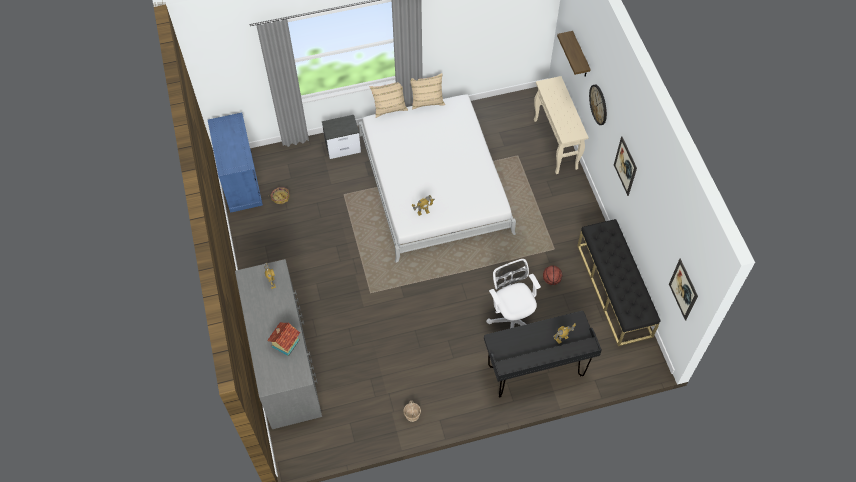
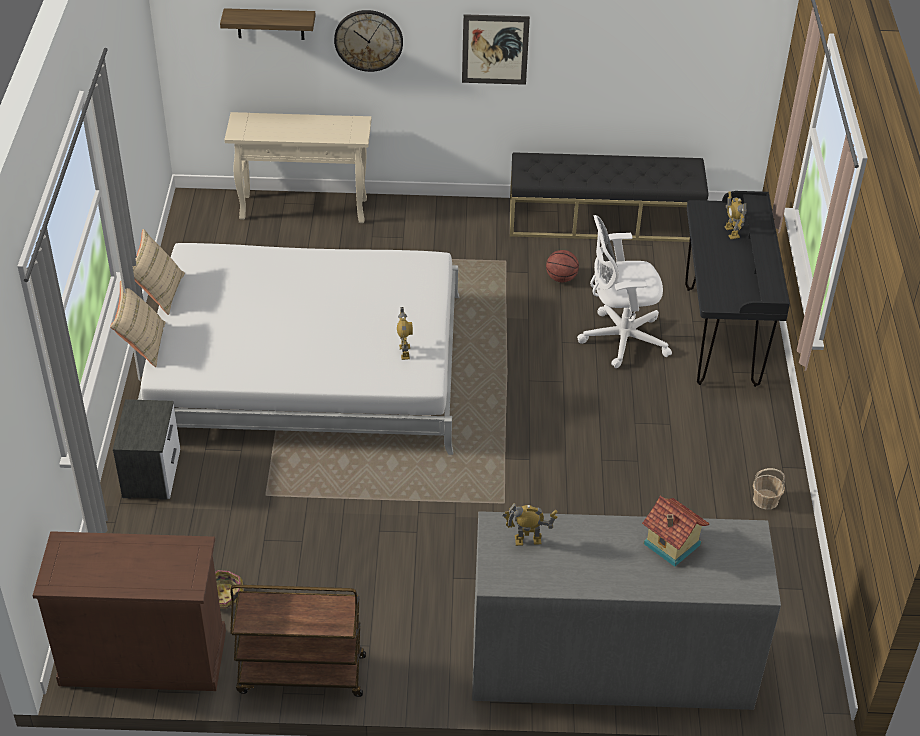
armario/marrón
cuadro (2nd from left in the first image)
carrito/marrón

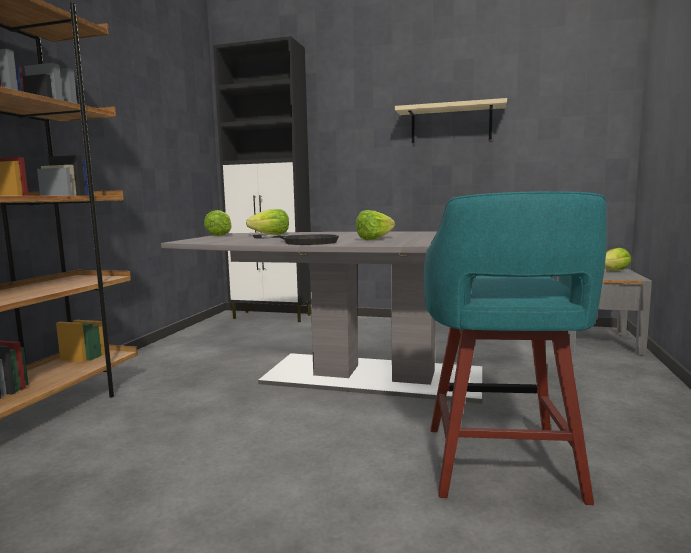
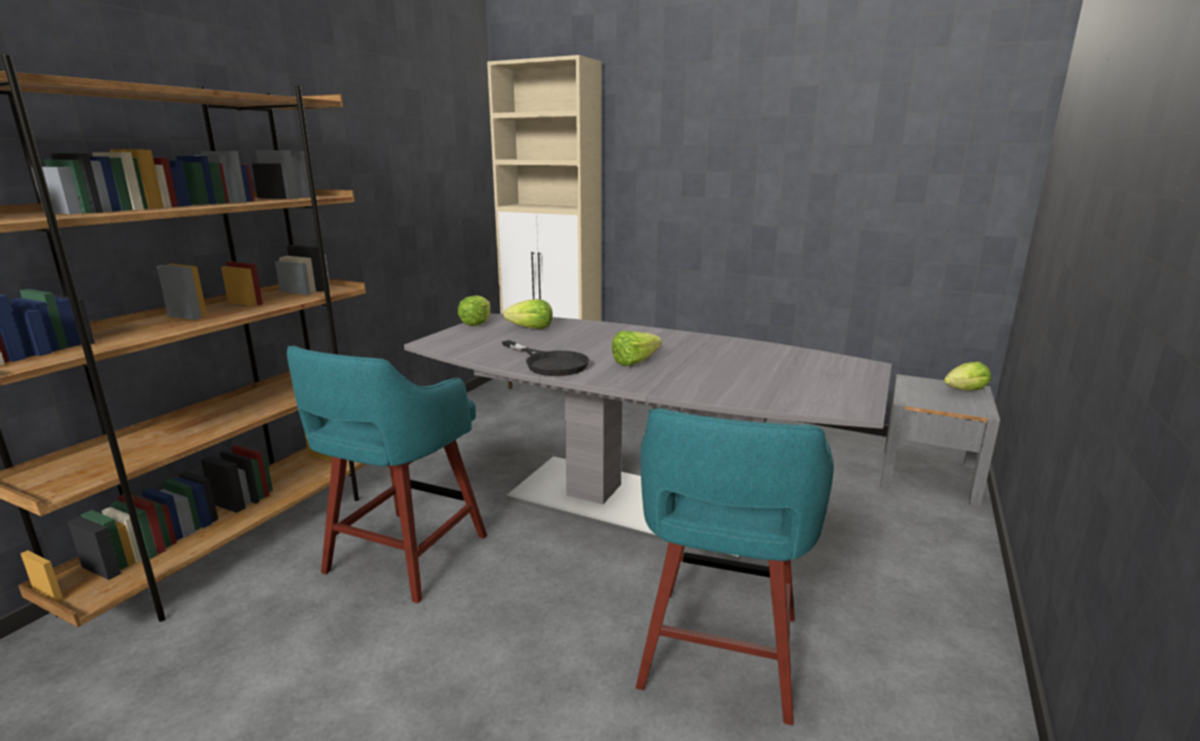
armario/beis
estante/beis
taburete/turquesa (1st from left)

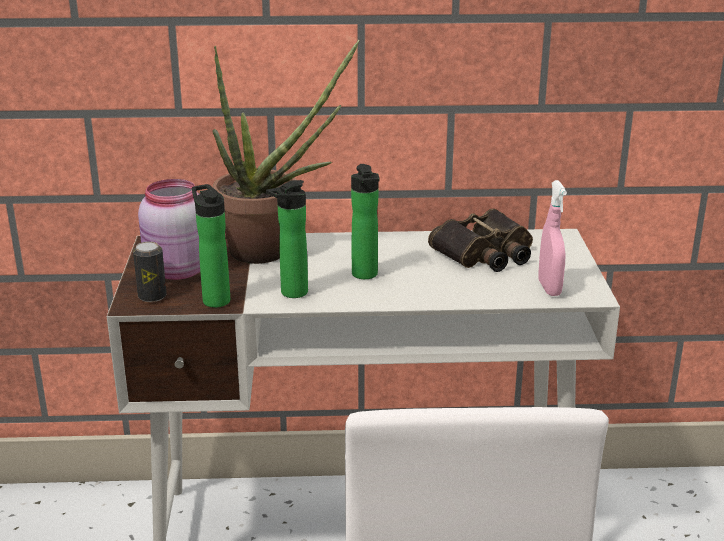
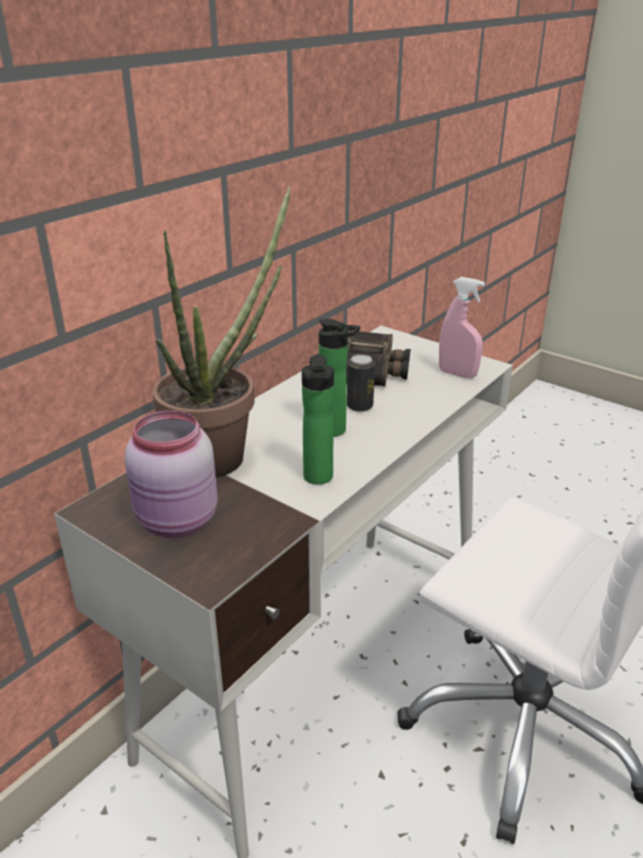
botella (1st from left in the first image)
lata

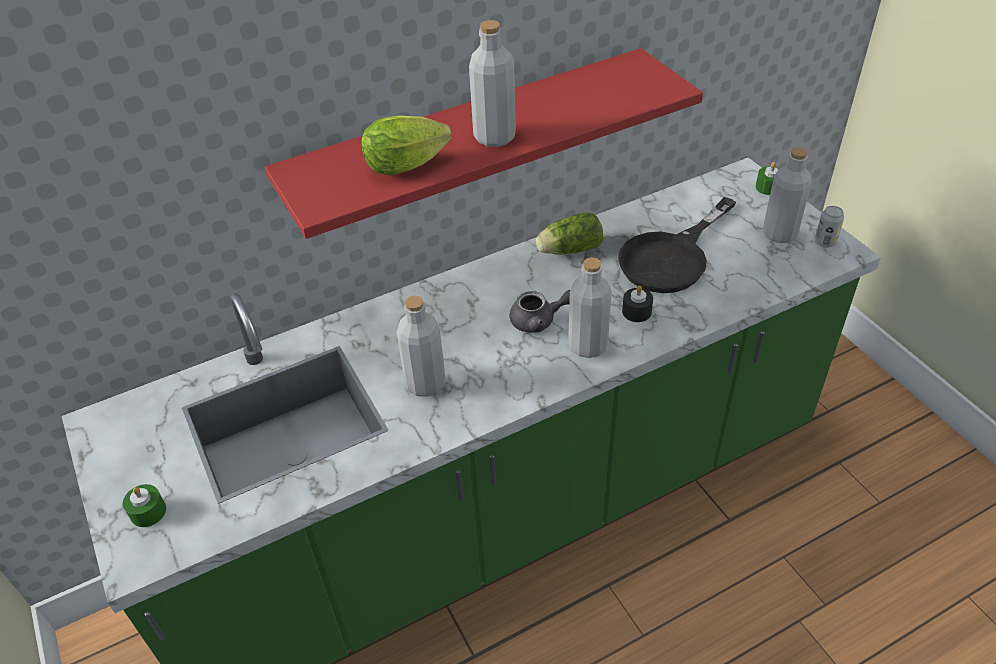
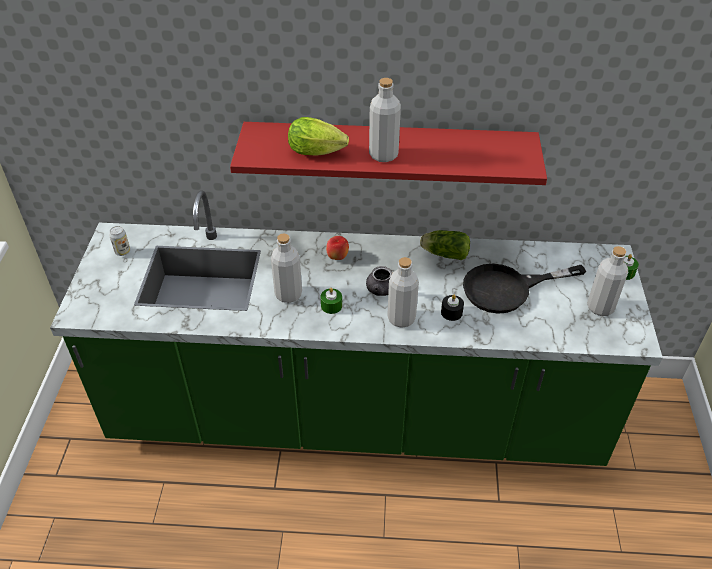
lata
vela/verde (1st from left)
manzana

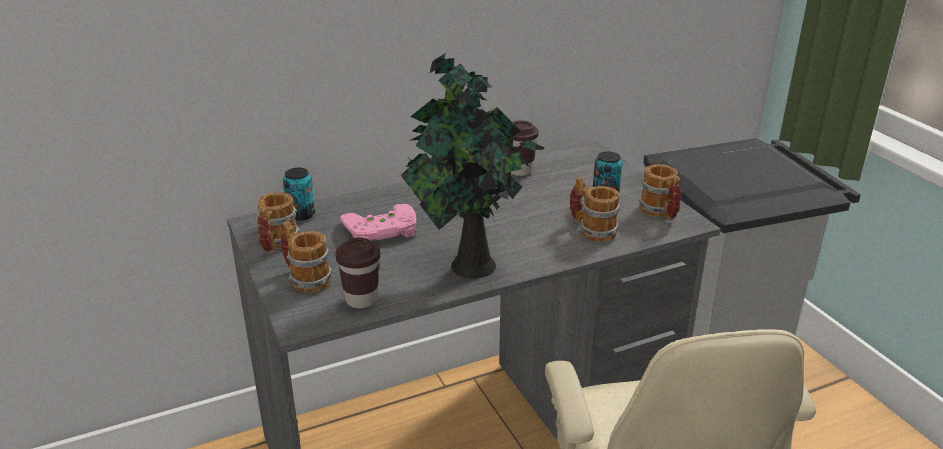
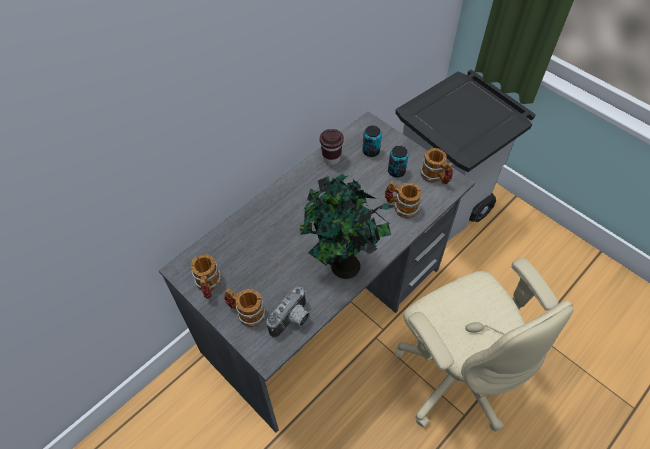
lata (1st from left)
mando de consola/rosa
cámara

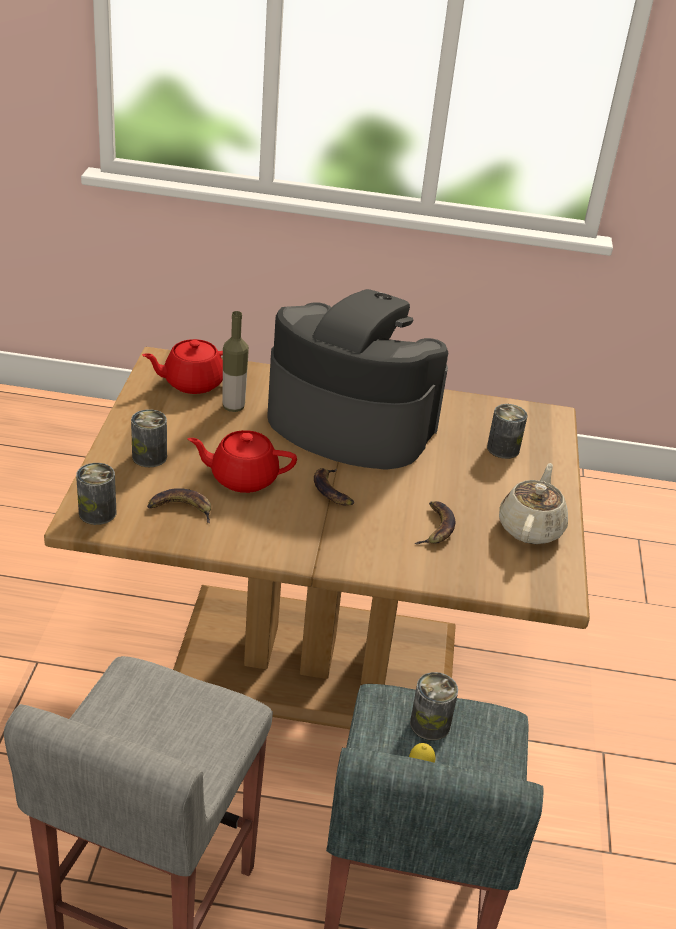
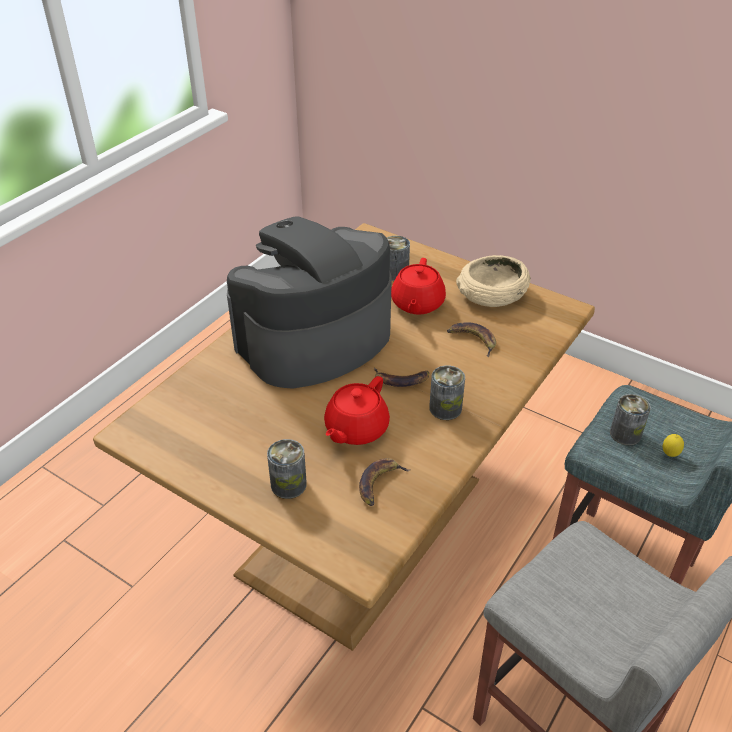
botella
tetera/rojo (2nd from left)
lata (3rd from left)
cuenco/beis

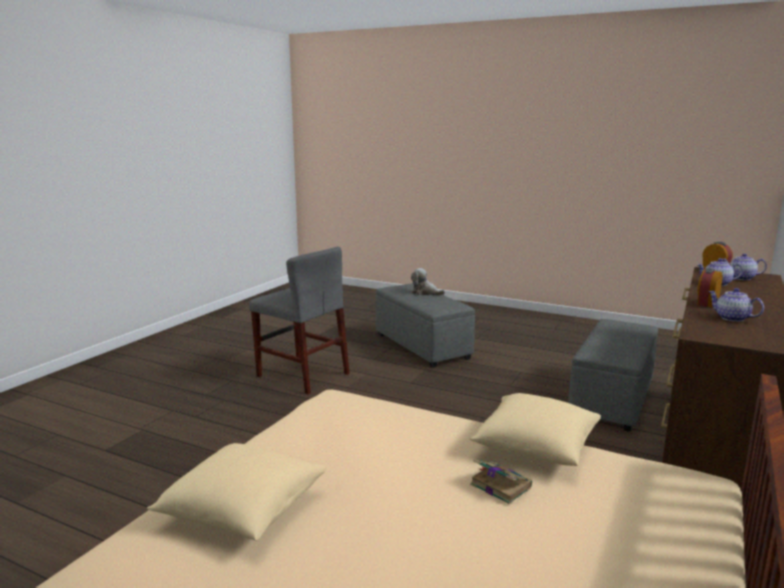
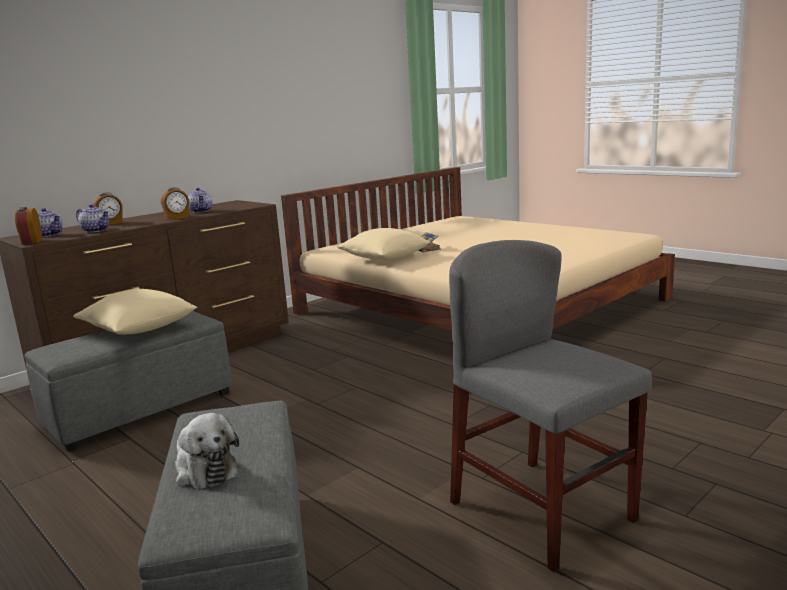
cojín/beis (1st from left)
despertador (2nd from left)

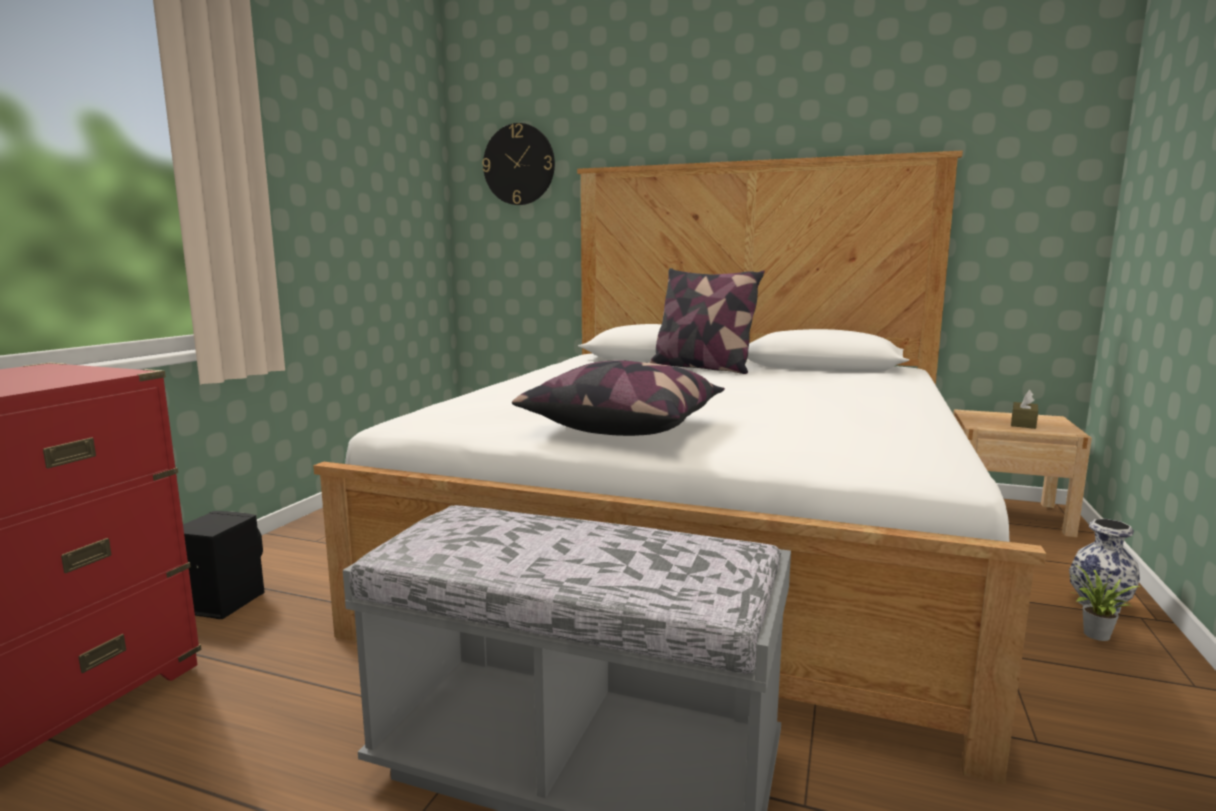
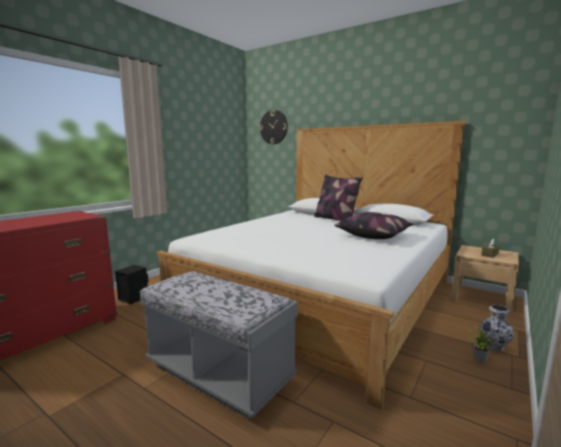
cojín (2nd from left)

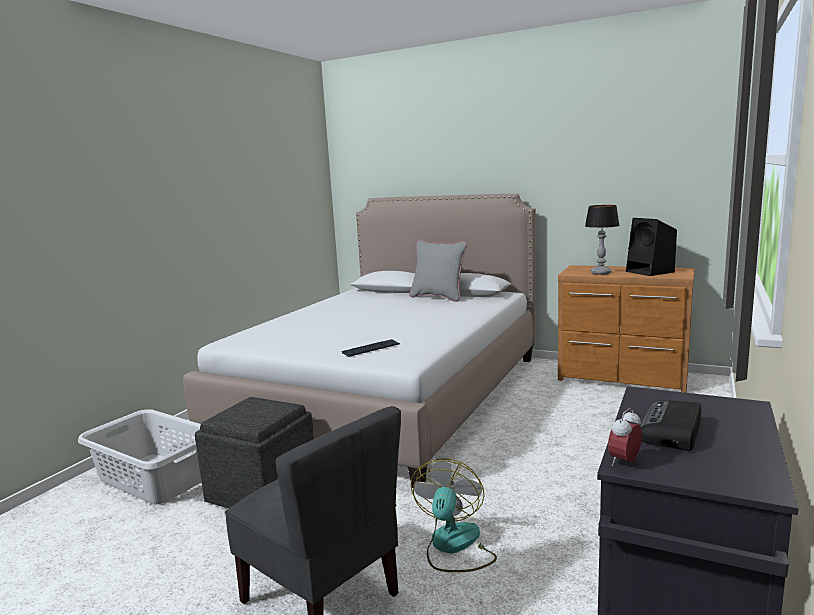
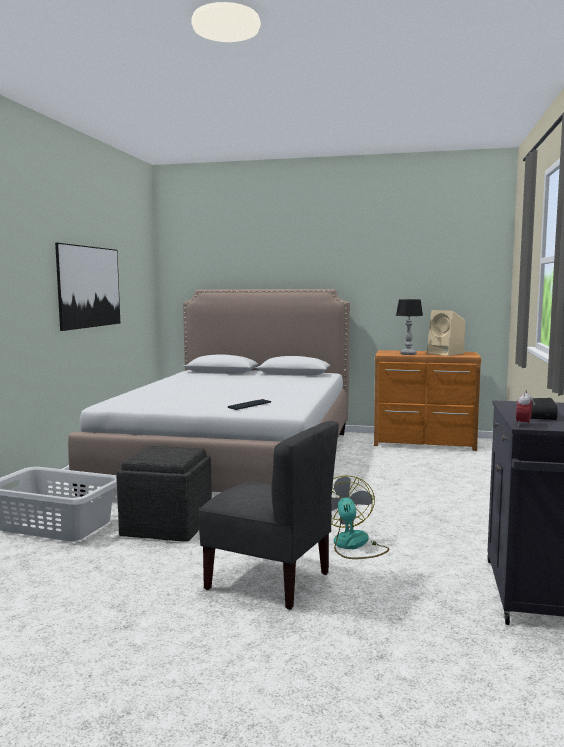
altavoz/beis
cojín/gris
cuadro

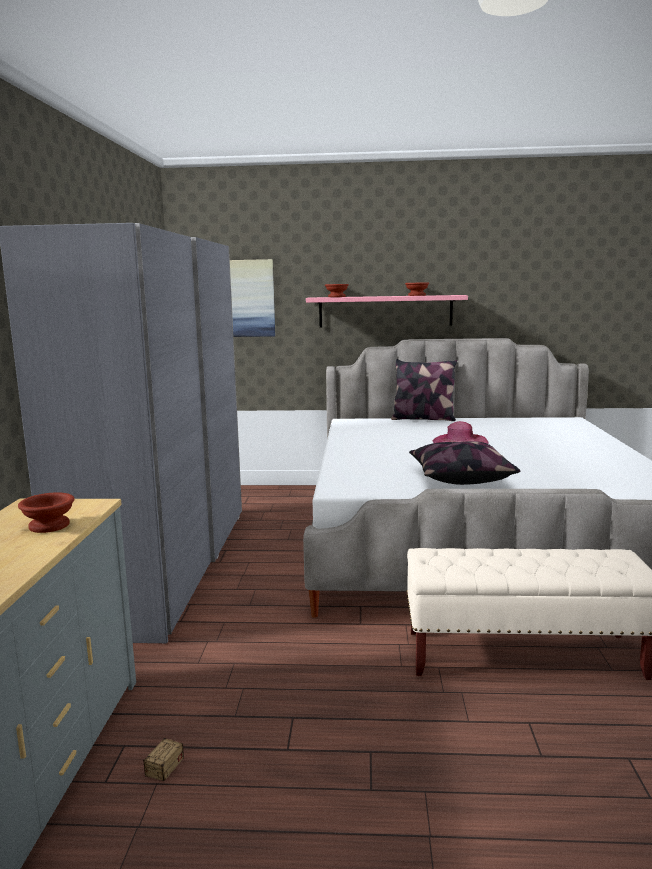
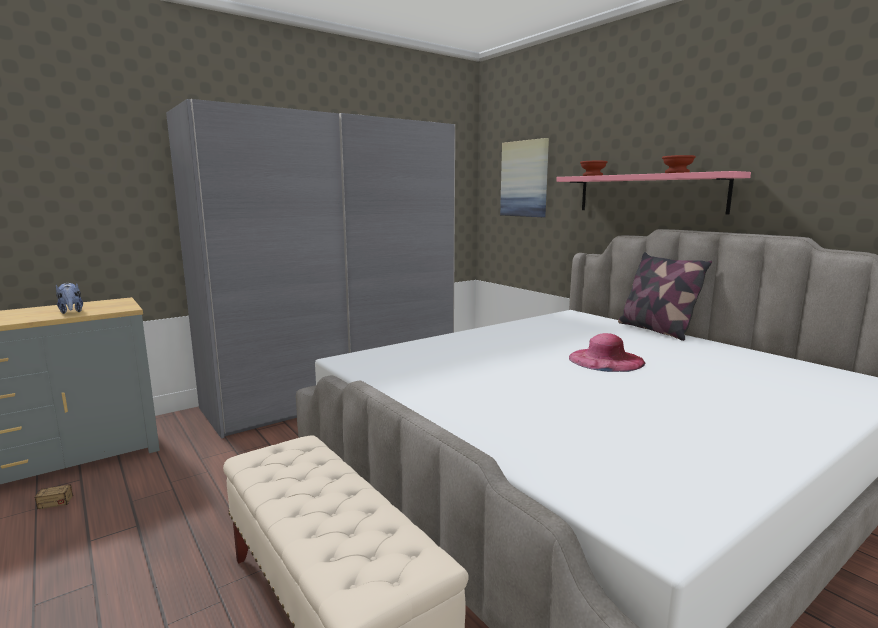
cojín (2nd from left in the first image)
peluche

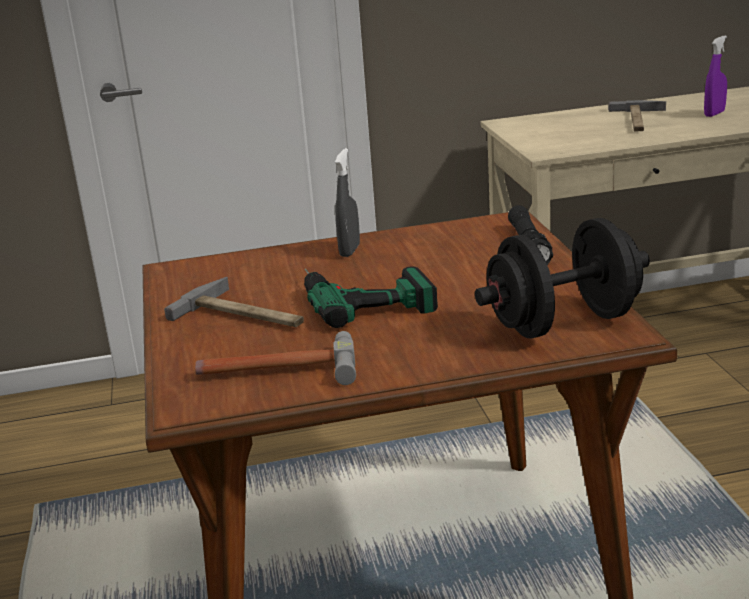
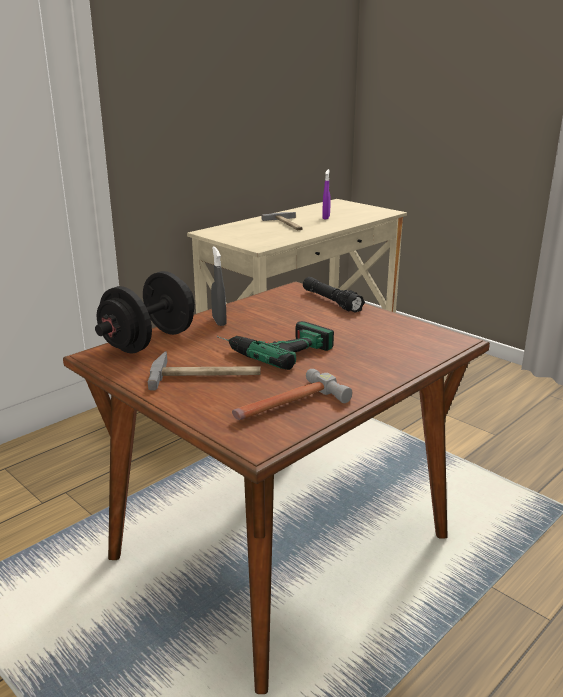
mancuerna/negro

